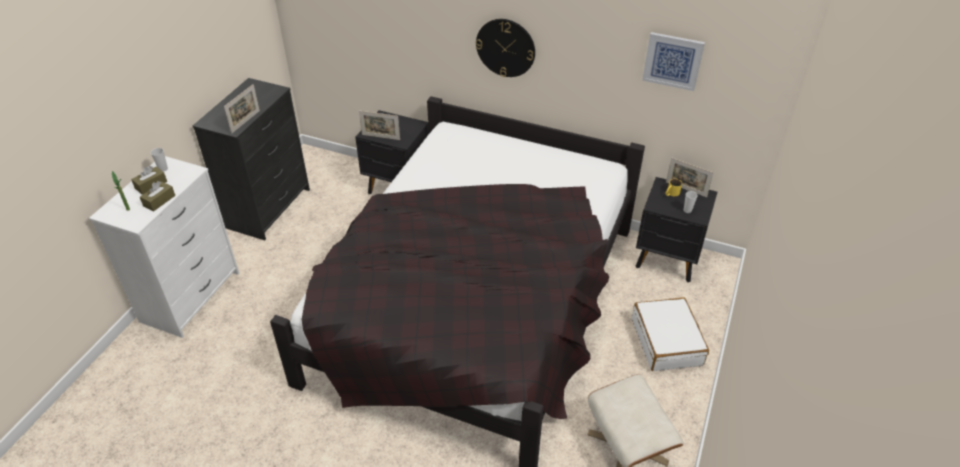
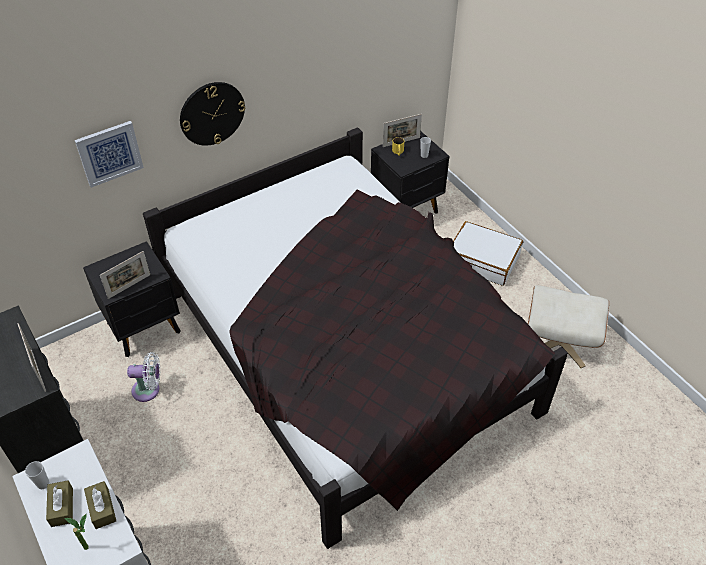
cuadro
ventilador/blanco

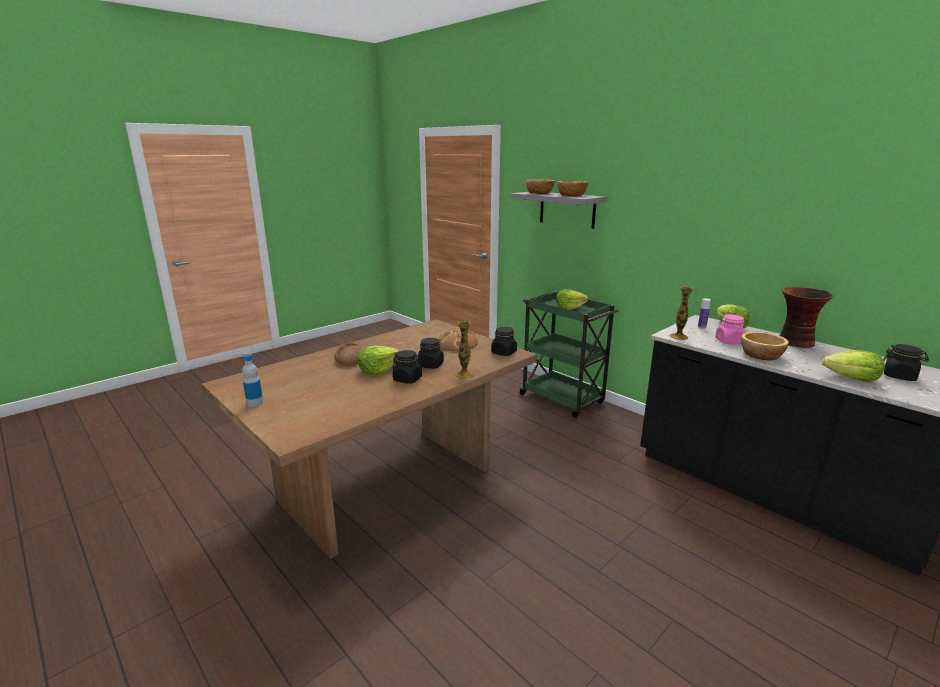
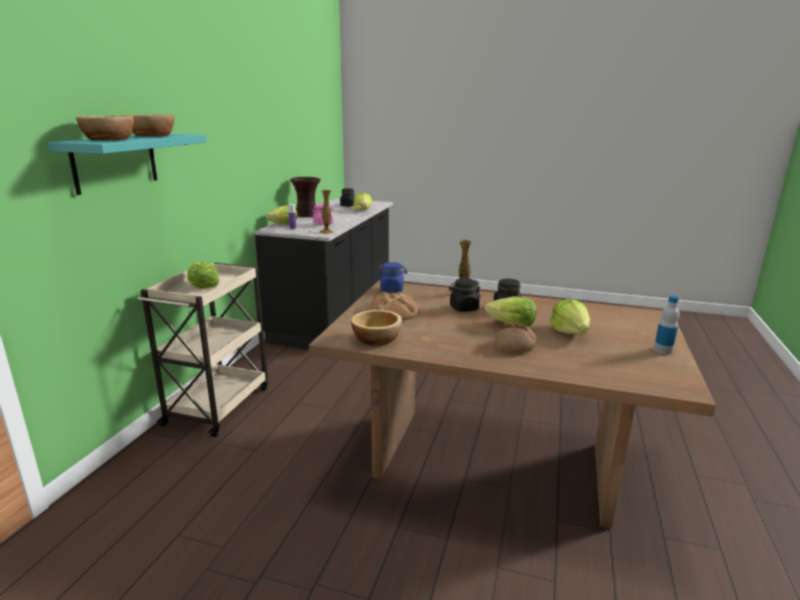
estante/turquesa
carrito/beis
tarro/azul
cuenco (3rd from left)
lechuga (5th from left)

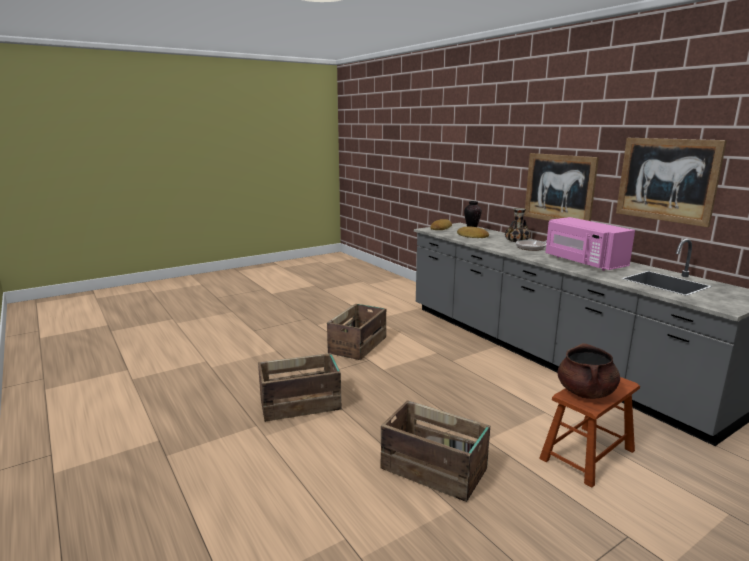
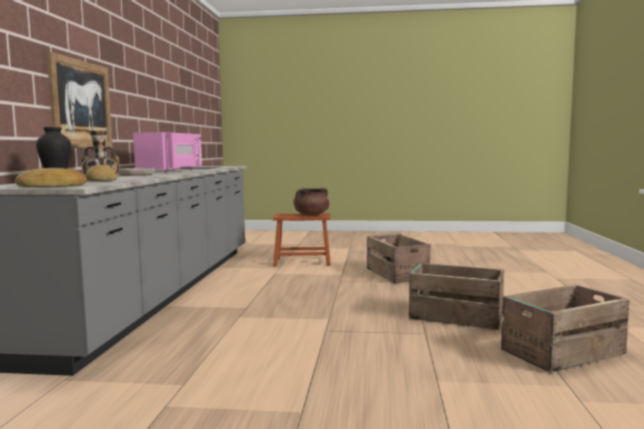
cuadro (2nd from left in the first image)
caja de embalaje (3rd from left)

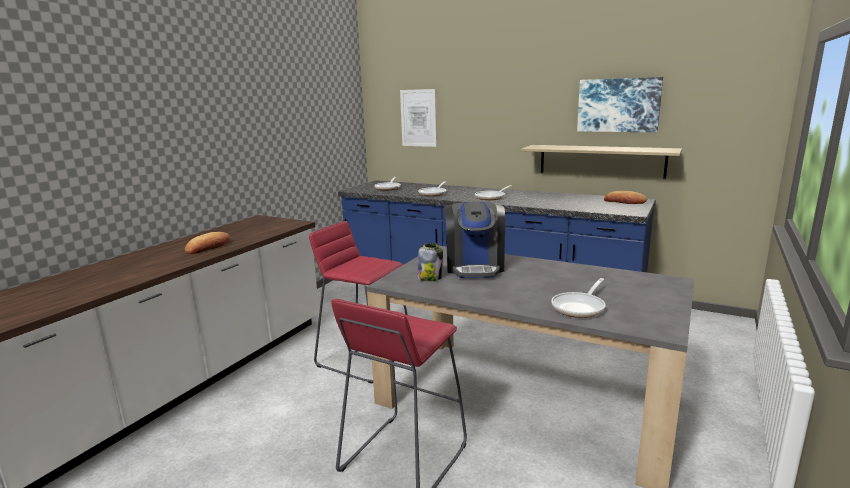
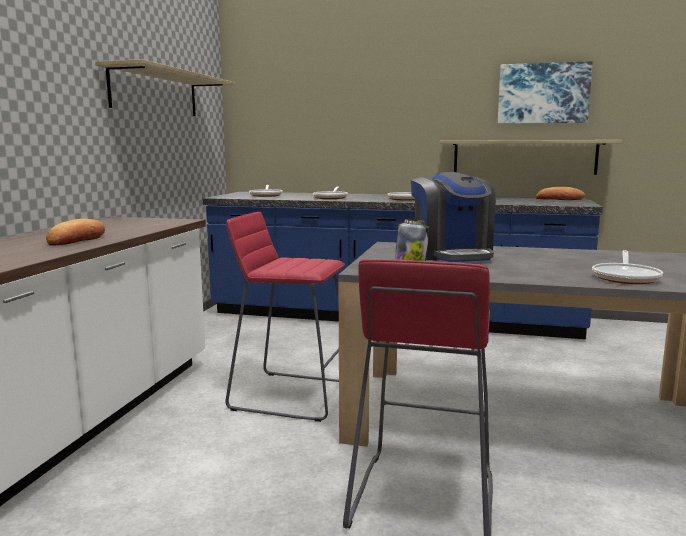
cuadro (1st from left in the first image)
estante (1st from left)

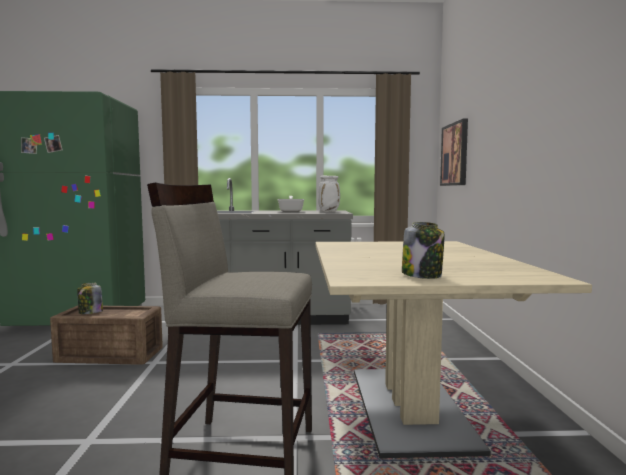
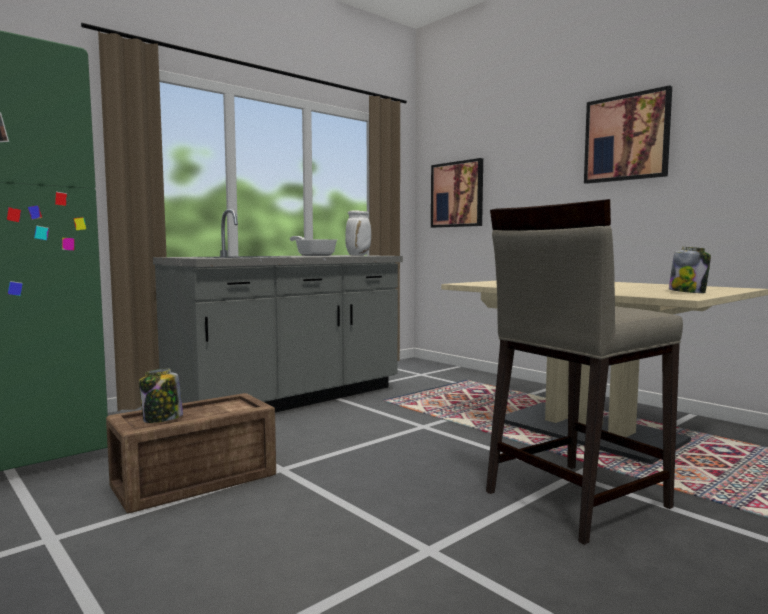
cuadro (2nd from left)

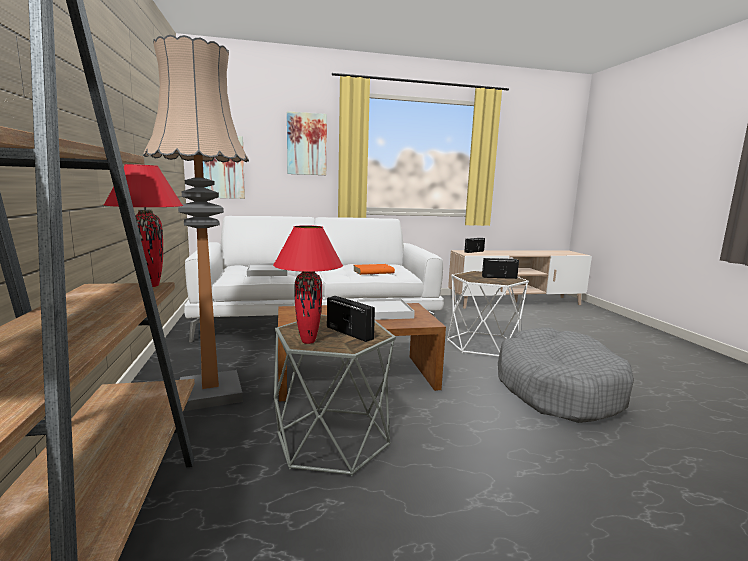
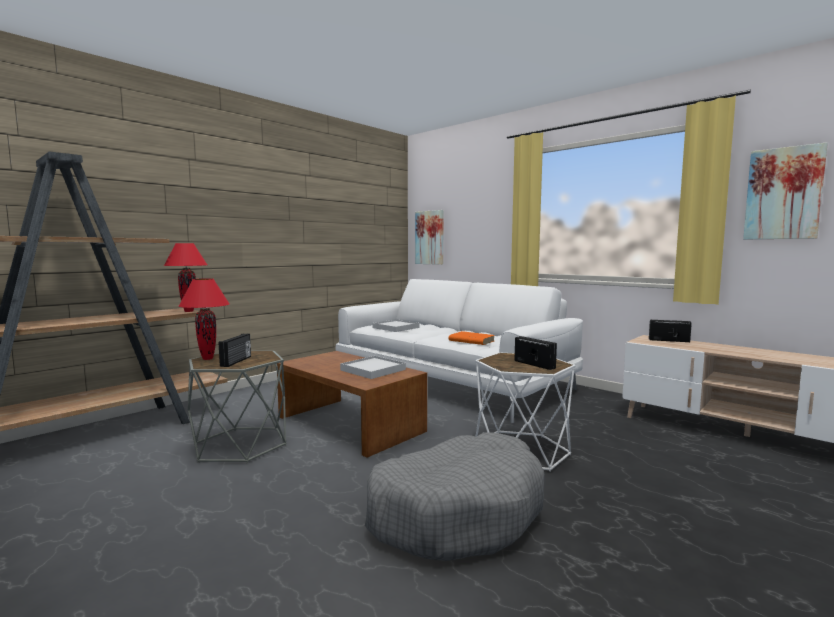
lámpara de pie
cuadro (2nd from left)

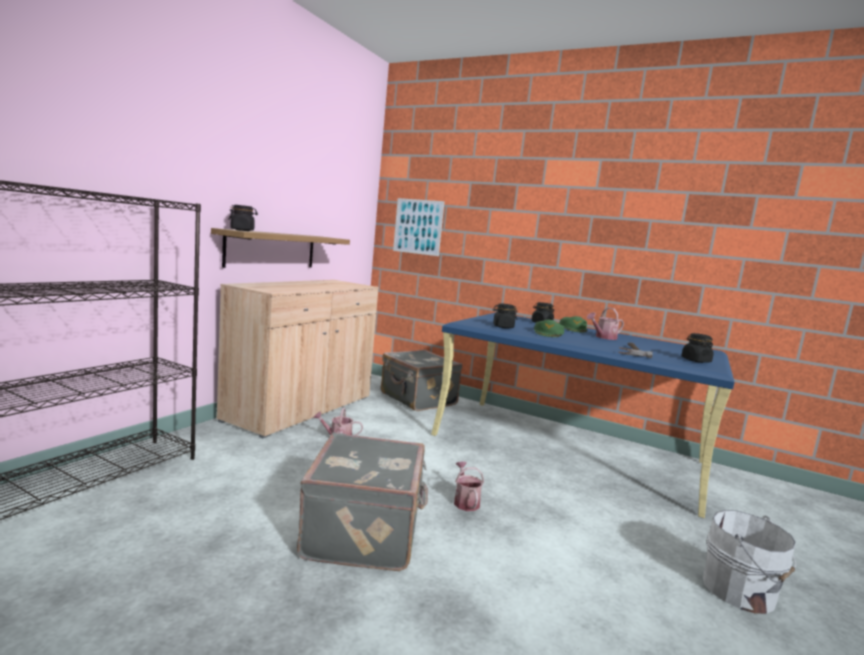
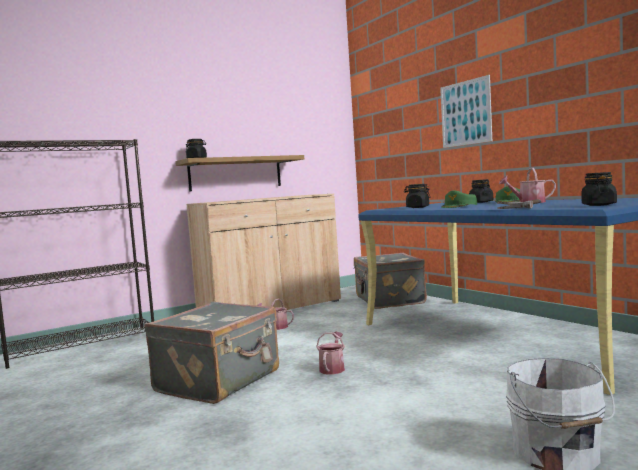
cuadro

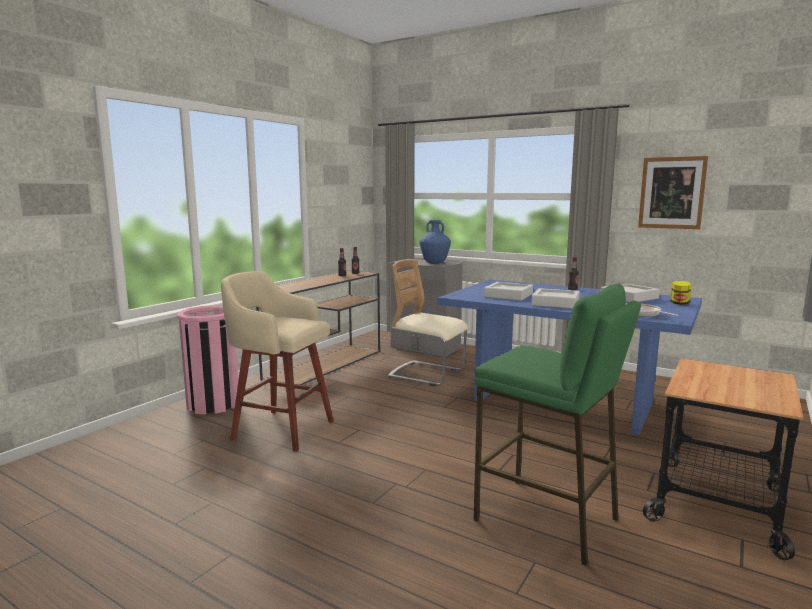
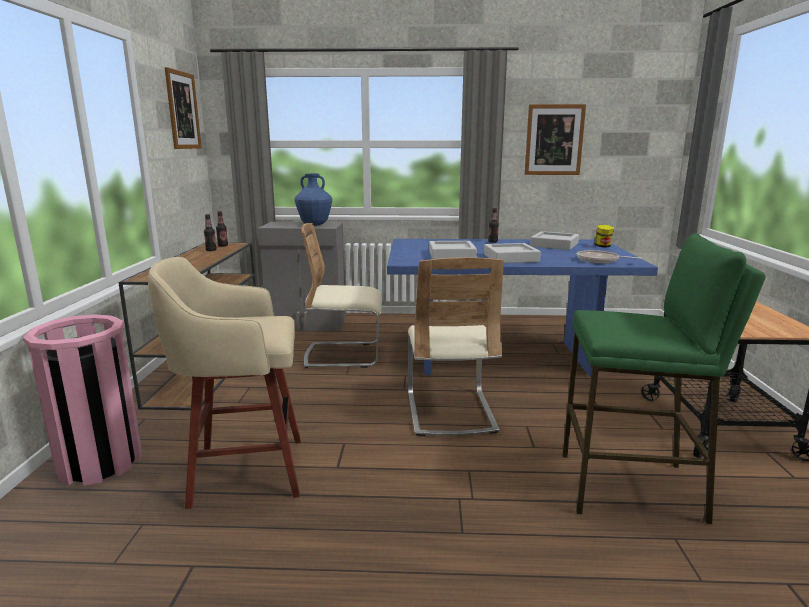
cuadro (1st from left)
silla/beis (2nd from left)

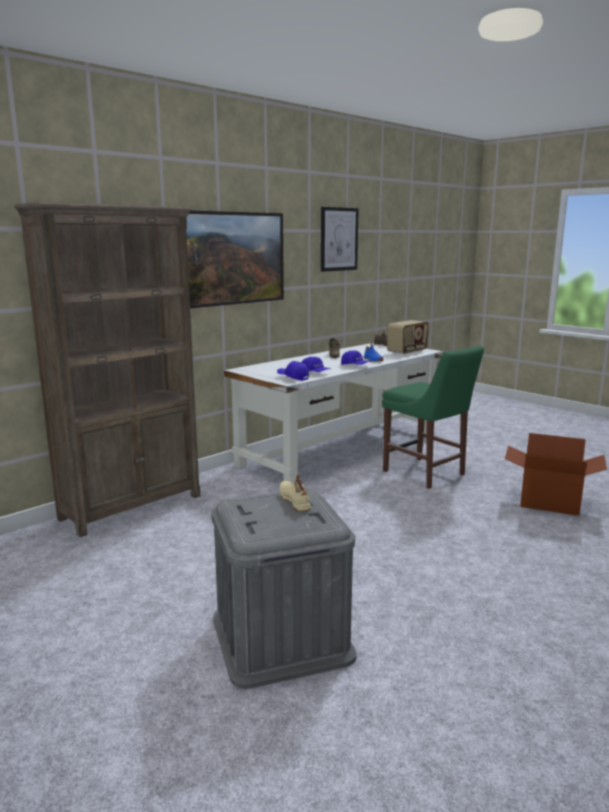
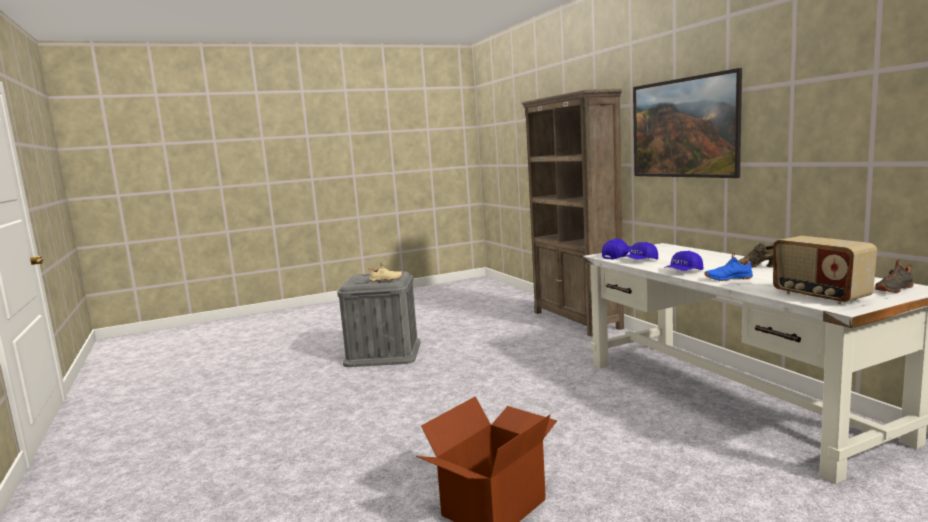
cuadro (2nd from left in the first image)
silla/verde

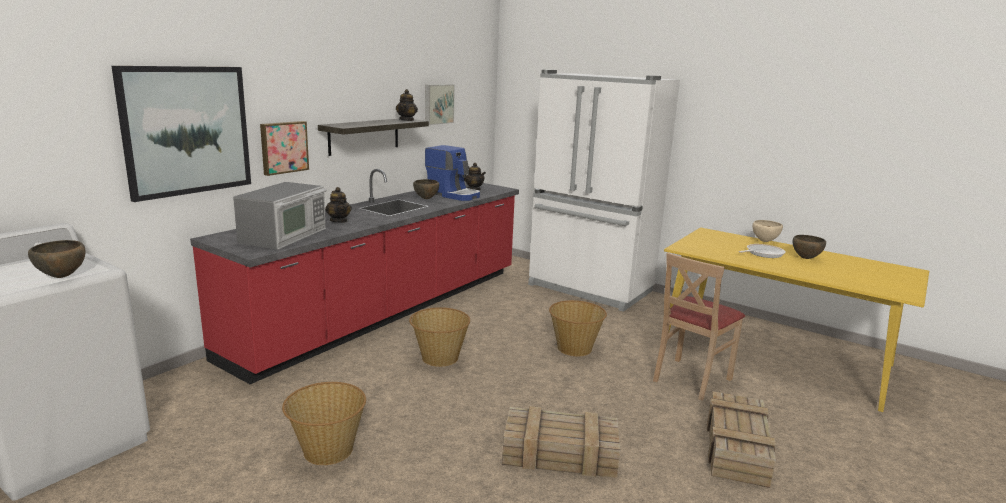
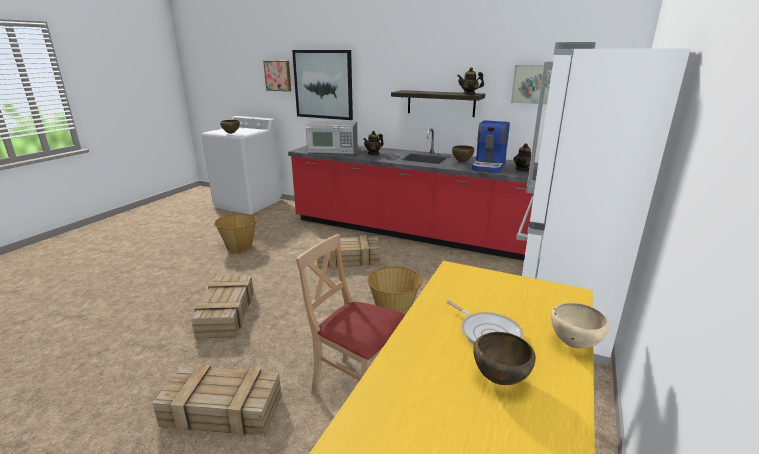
cuadro (1st from left)
caja de embalaje (3rd from left)

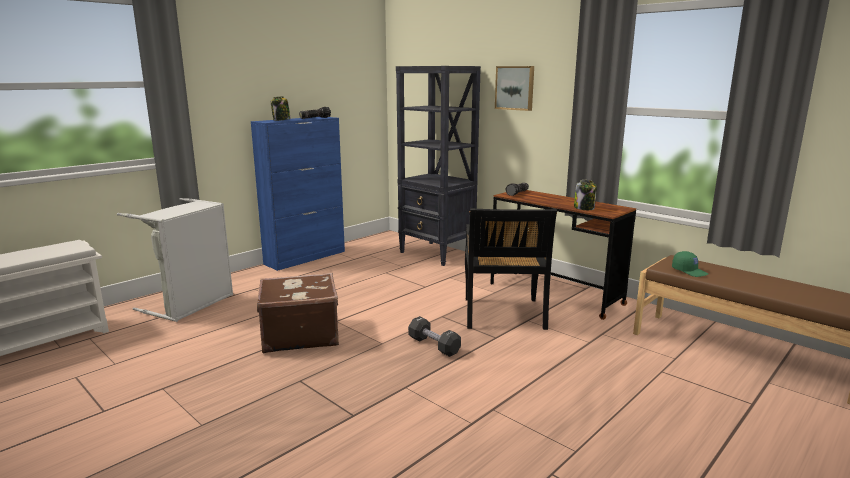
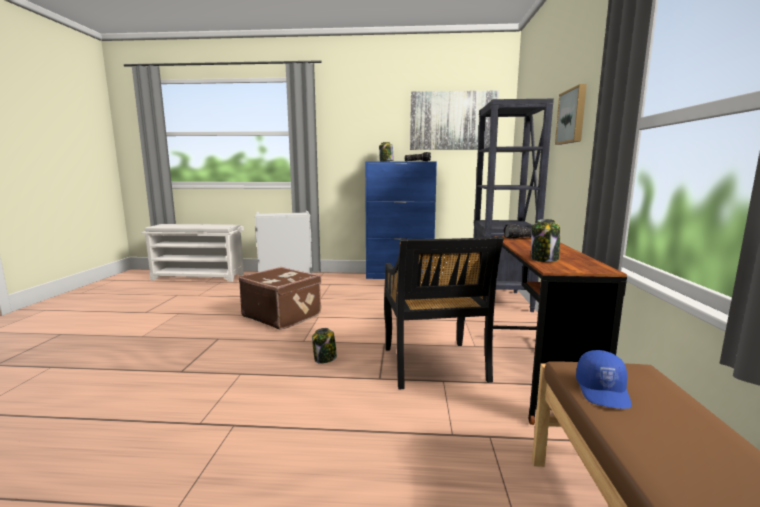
silla/negro
gorra/azul
tarro (1st from left)
cuadro (1st from left)

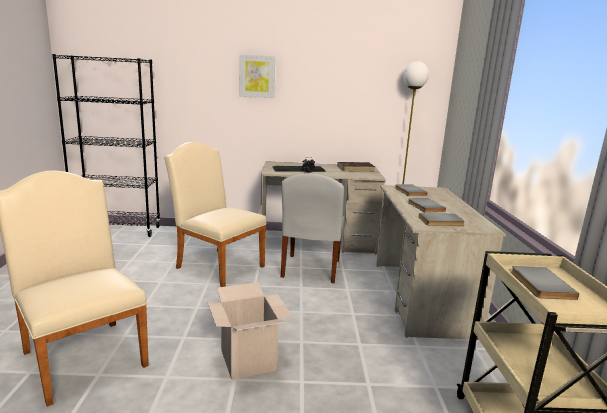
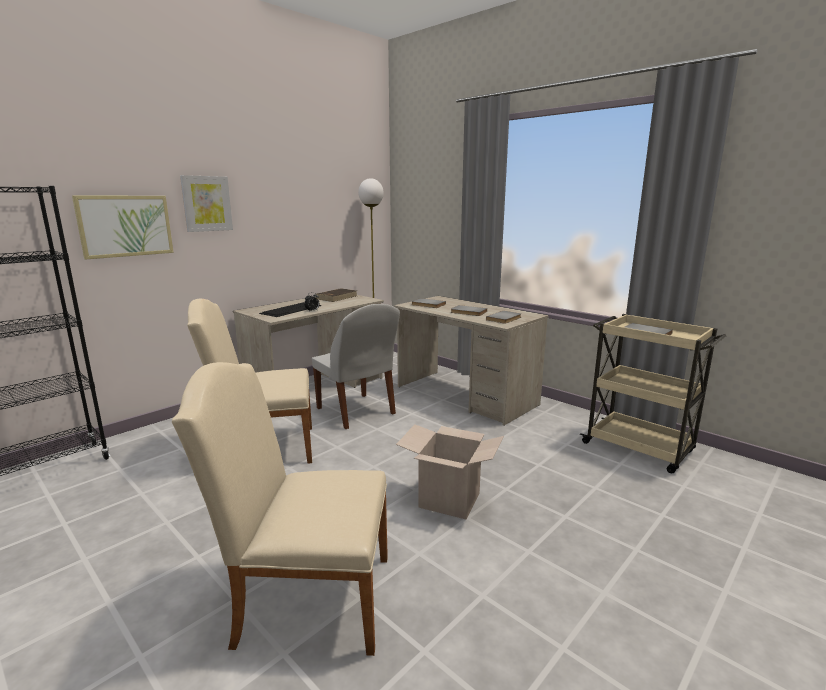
cuadro (1st from left)

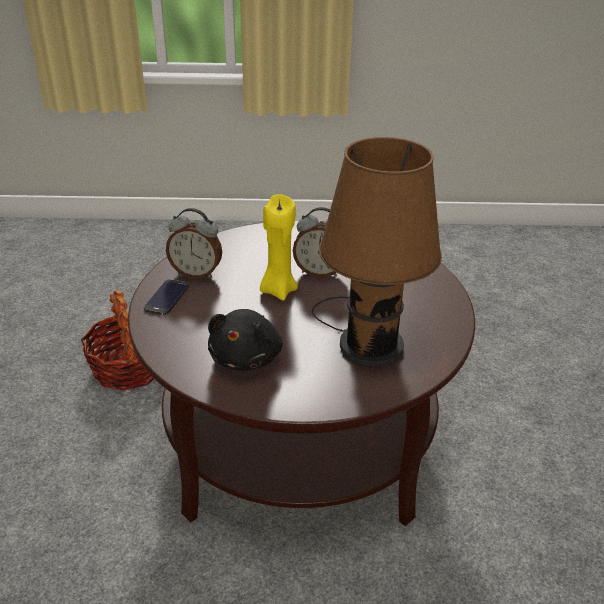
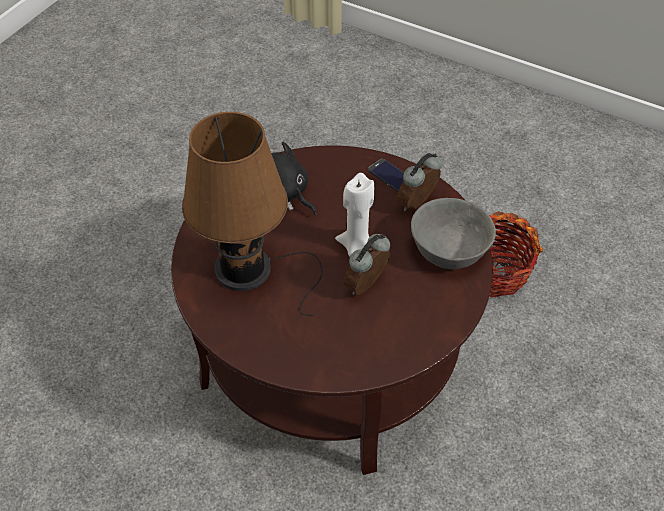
vela/blanco
cuenco/gris

